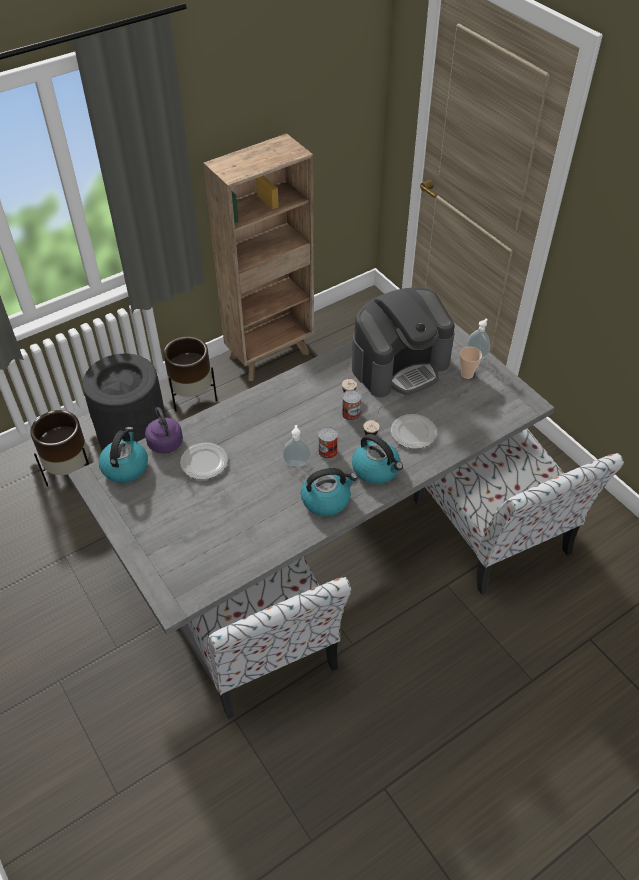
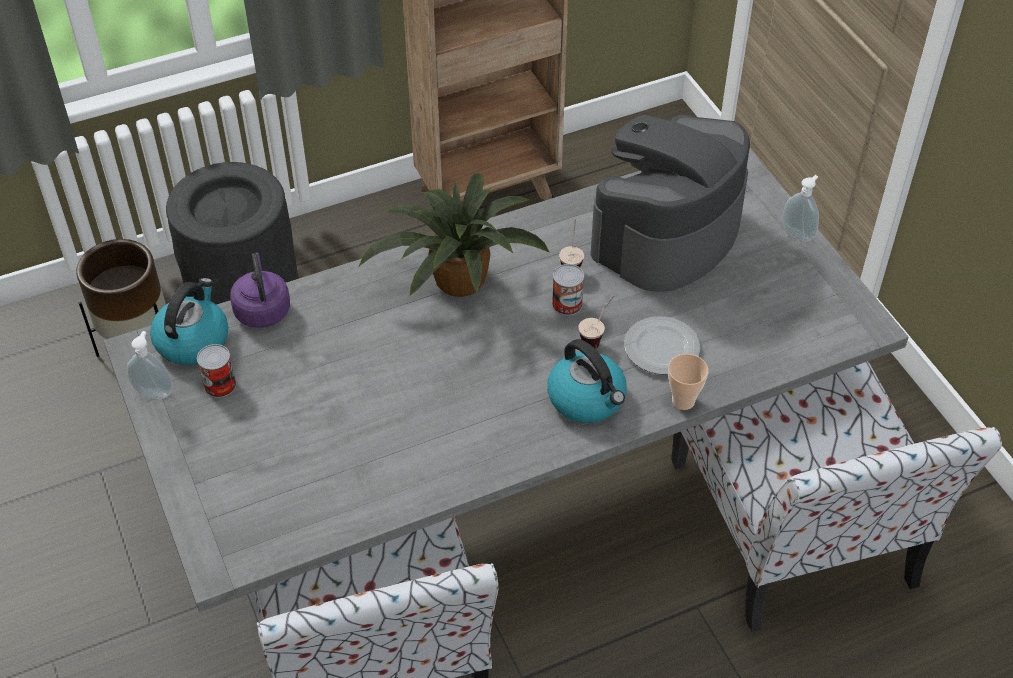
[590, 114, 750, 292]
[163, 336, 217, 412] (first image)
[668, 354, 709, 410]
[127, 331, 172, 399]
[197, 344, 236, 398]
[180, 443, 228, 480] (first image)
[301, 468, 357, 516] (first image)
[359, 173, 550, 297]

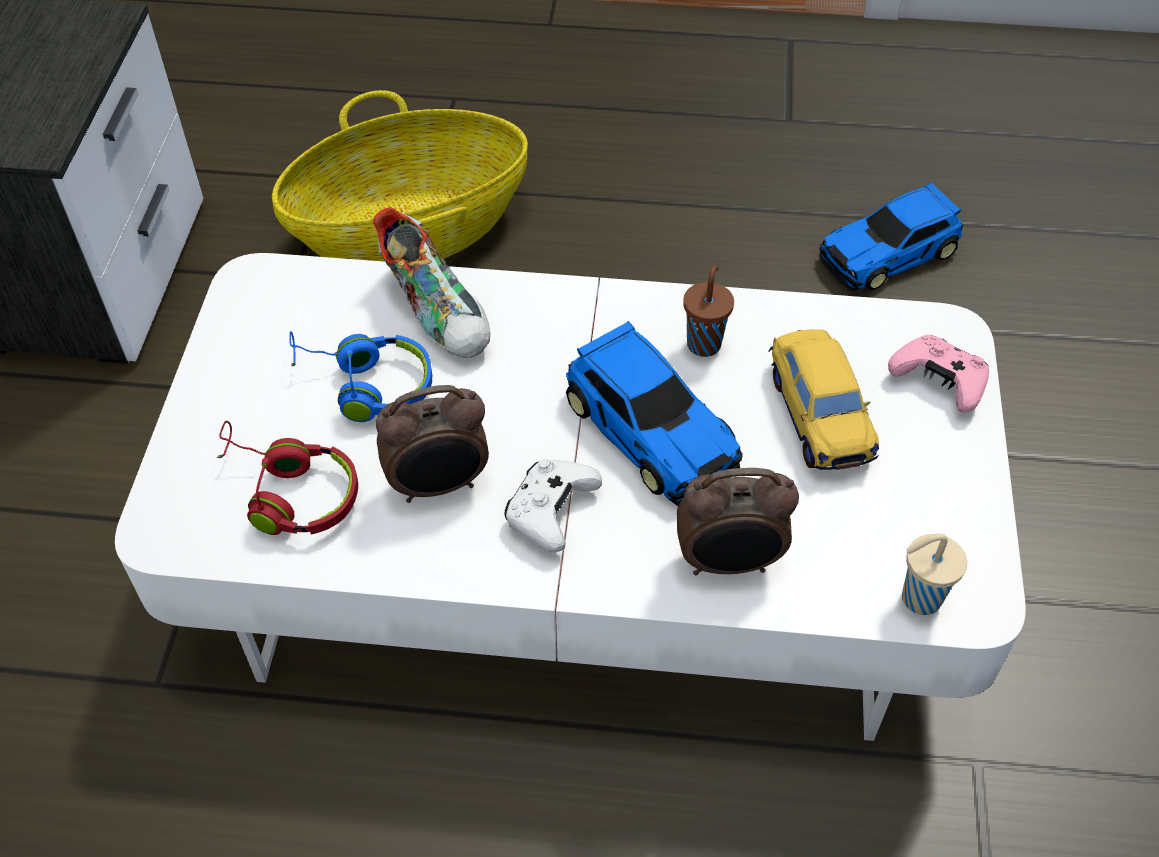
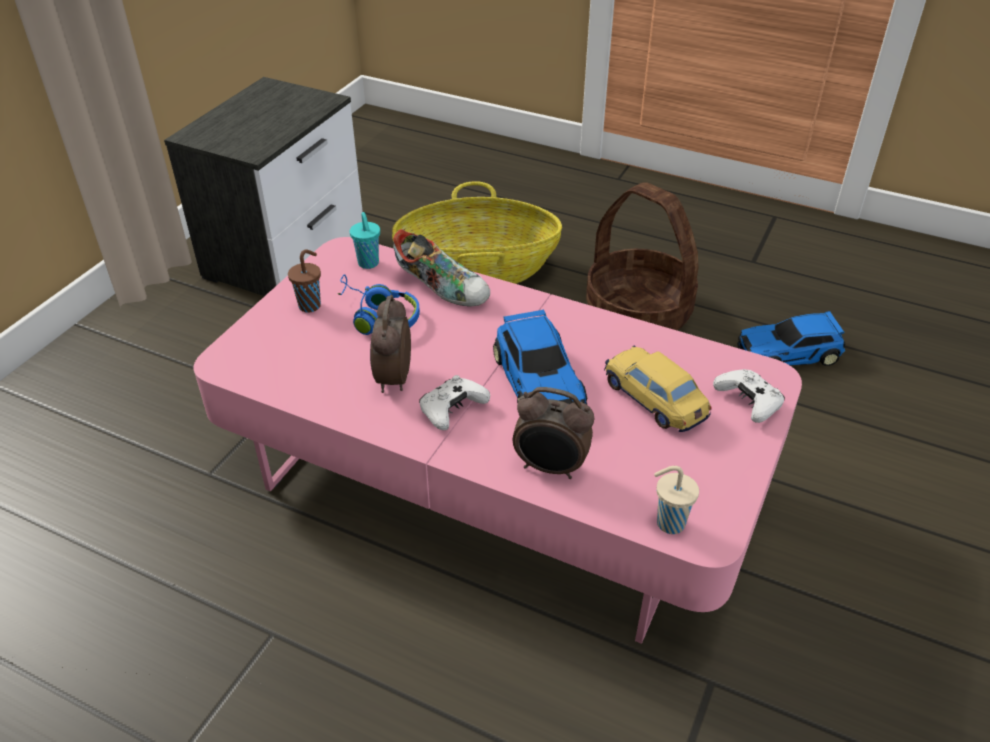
[393, 229, 490, 306]
[194, 237, 802, 644]
[288, 249, 321, 313]
[604, 346, 712, 432]
[713, 369, 785, 423]
[370, 295, 411, 393]
[216, 421, 358, 535] (first image)
[586, 182, 699, 330]
[350, 212, 380, 269]

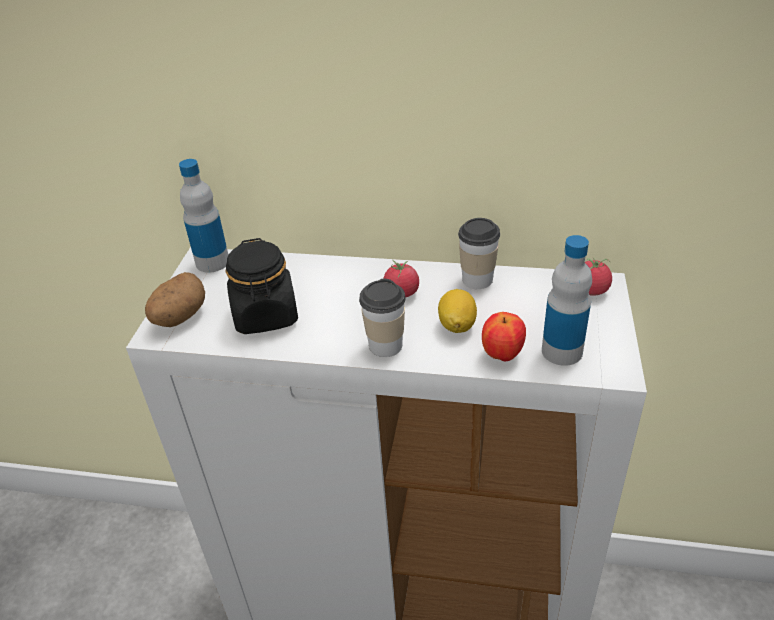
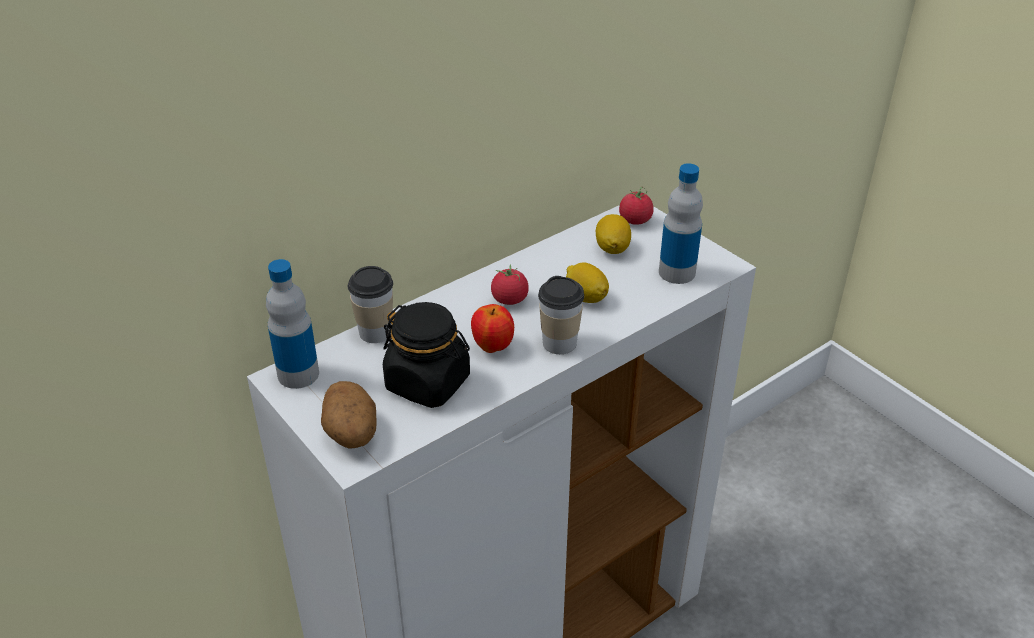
[348, 266, 393, 343]
[471, 304, 514, 353]
[596, 214, 631, 254]

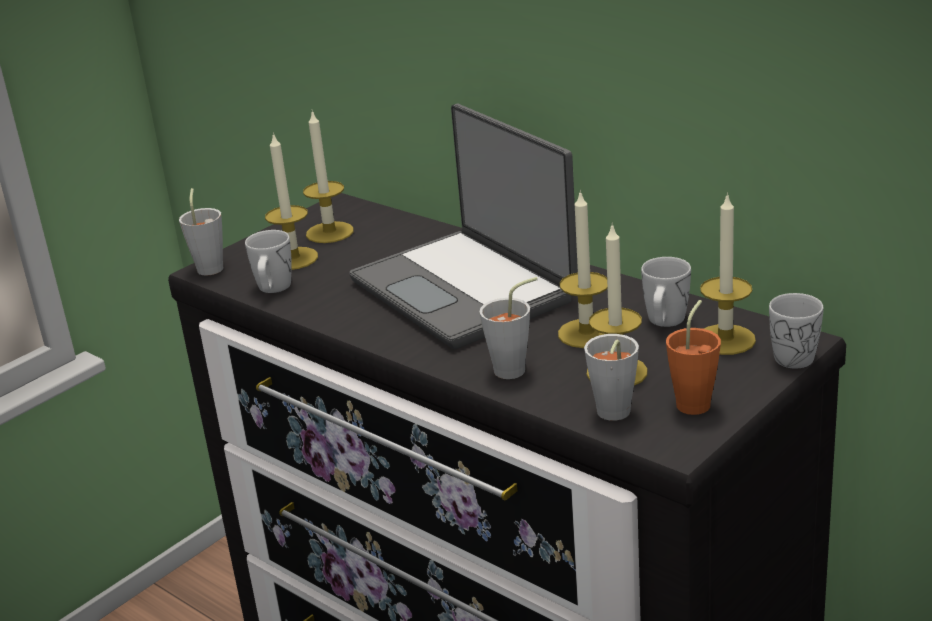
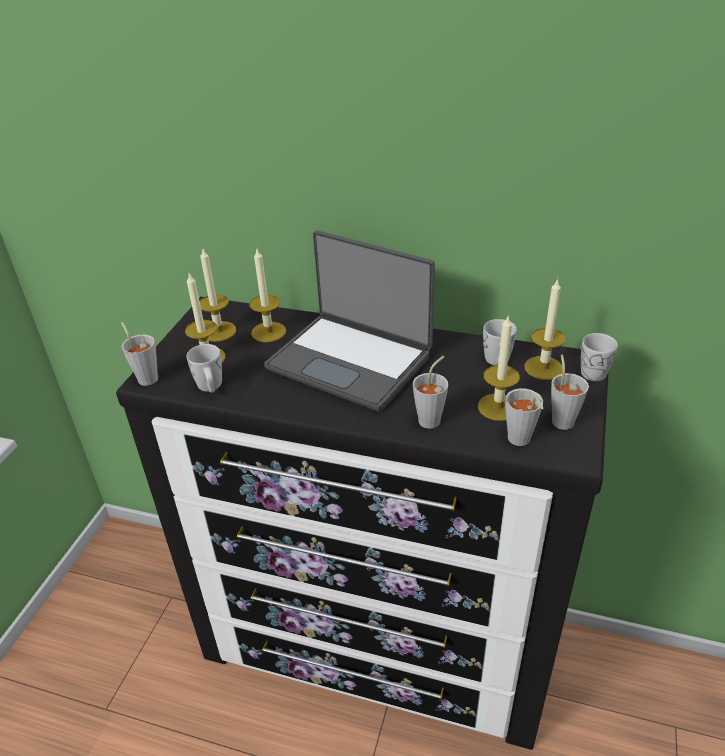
[249, 249, 286, 342]
[551, 355, 589, 430]

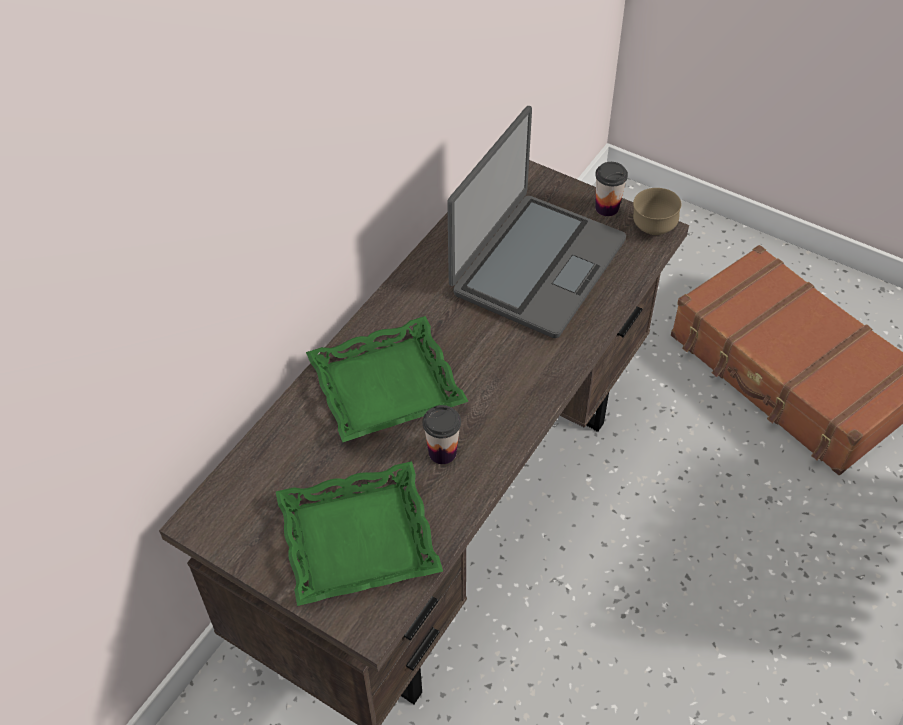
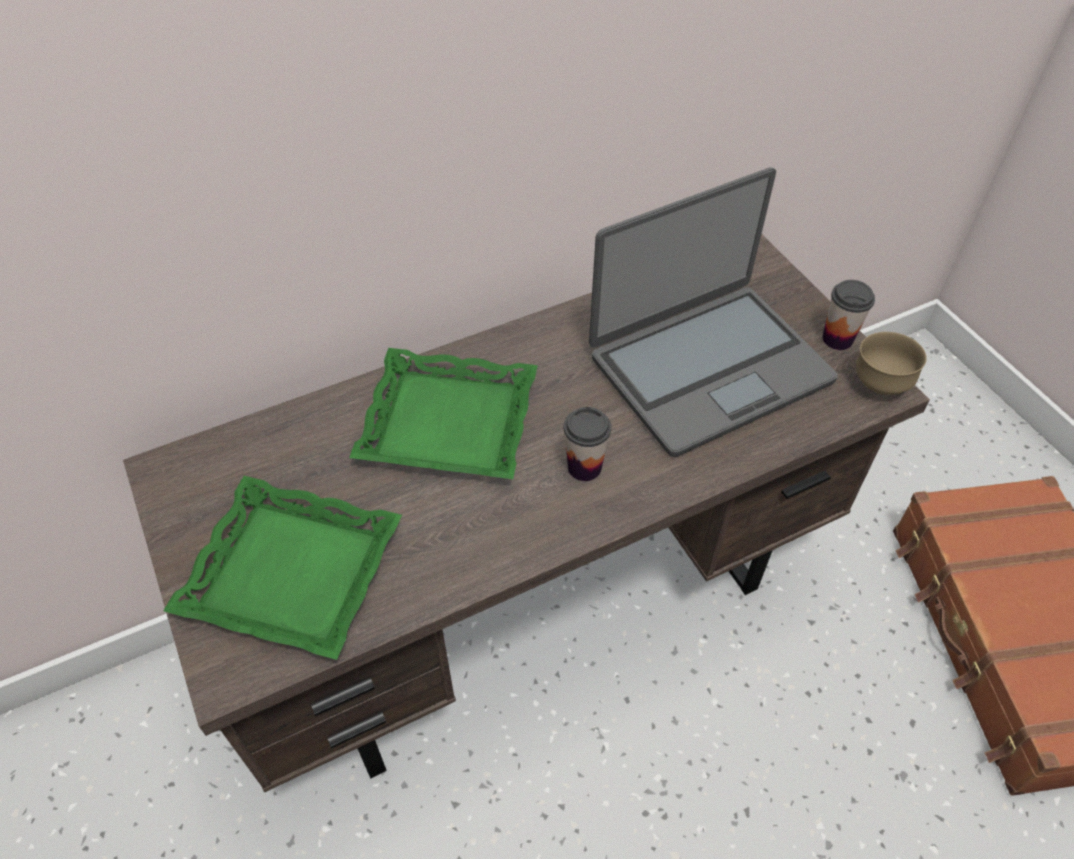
[564, 407, 611, 481]

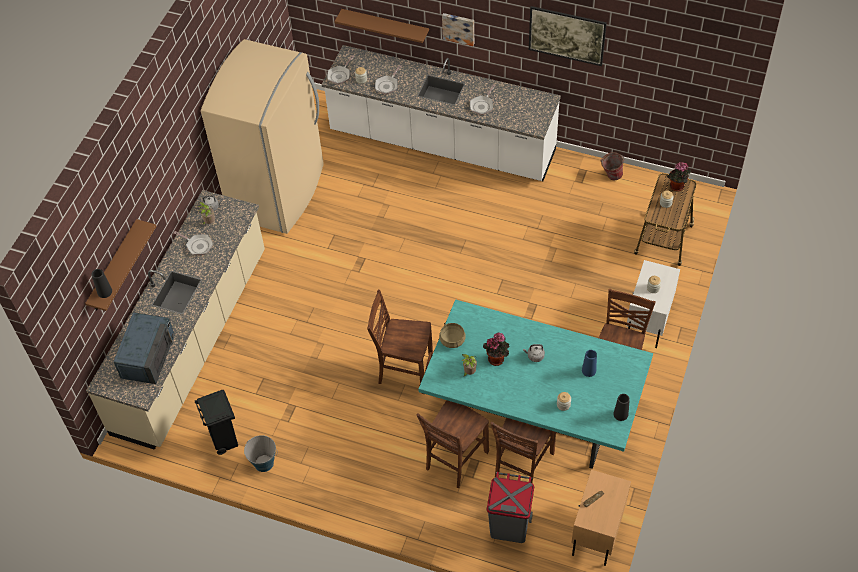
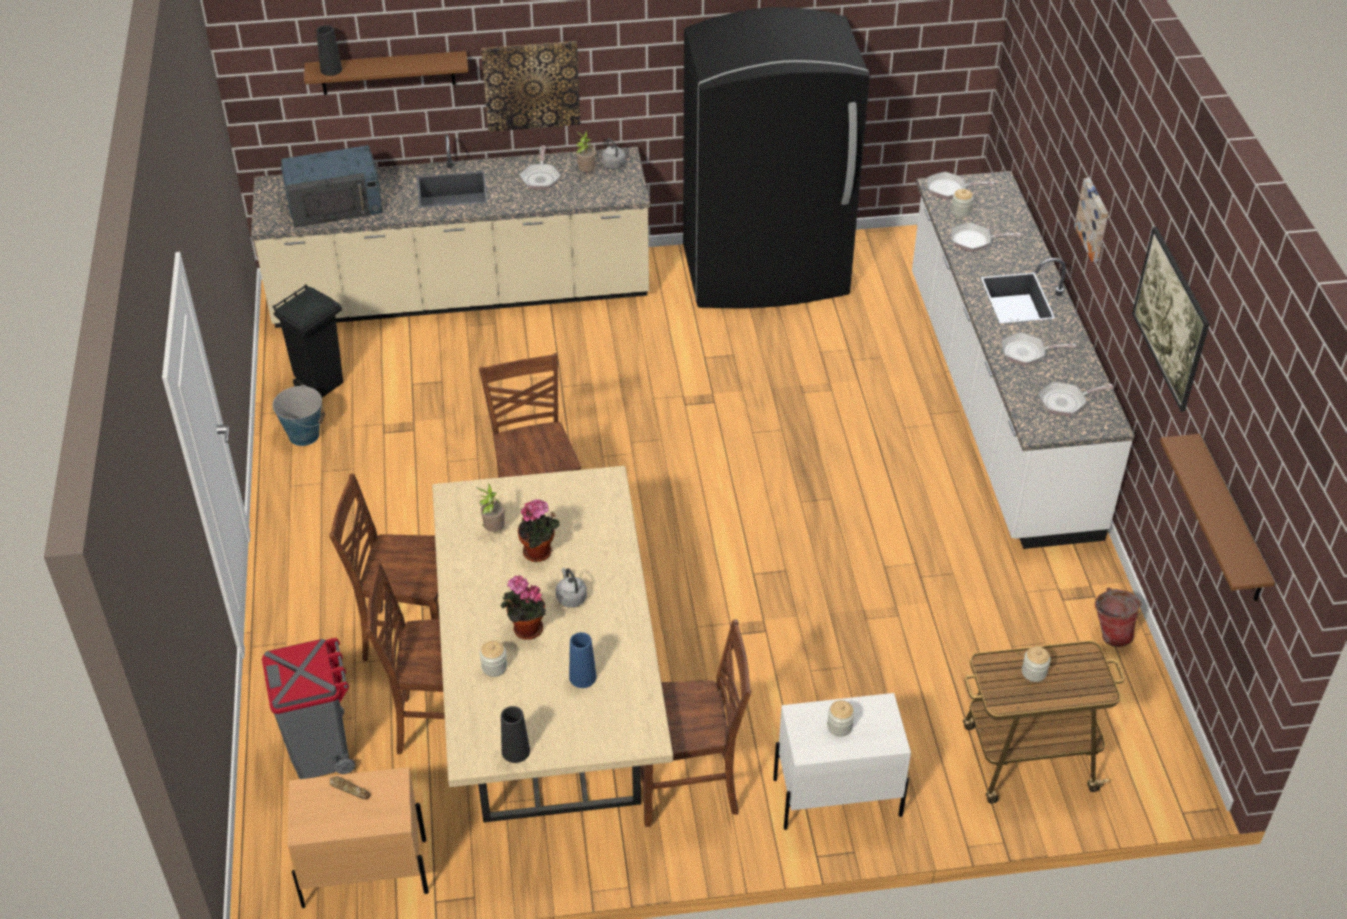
[1160, 434, 1275, 601]
[683, 7, 870, 308]
[500, 575, 545, 640]
[432, 466, 673, 822]
[439, 323, 466, 348] (first image)
[481, 41, 580, 132]
[1039, 382, 1114, 416]

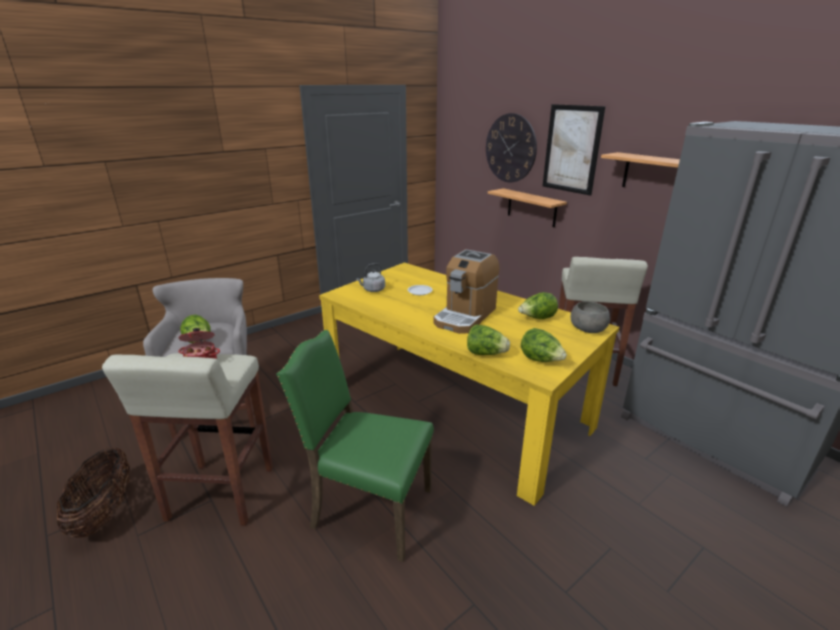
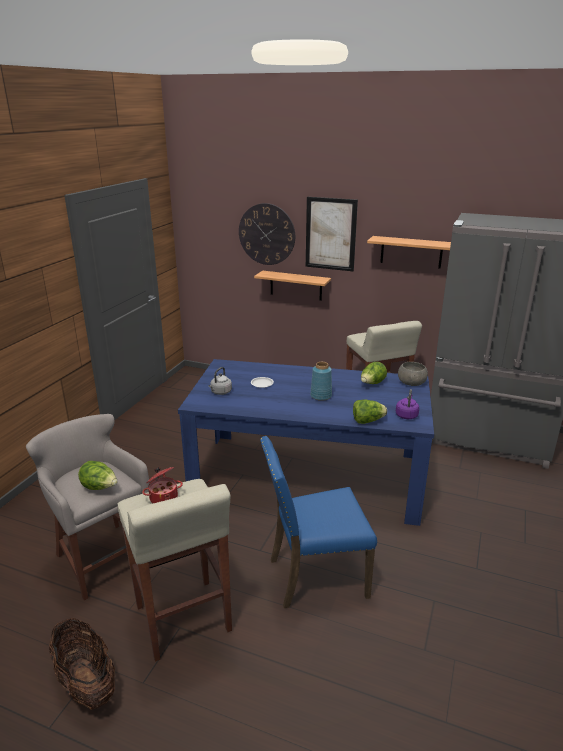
[310, 362, 332, 401]
[178, 359, 434, 526]
[396, 389, 419, 419]
[260, 436, 377, 608]

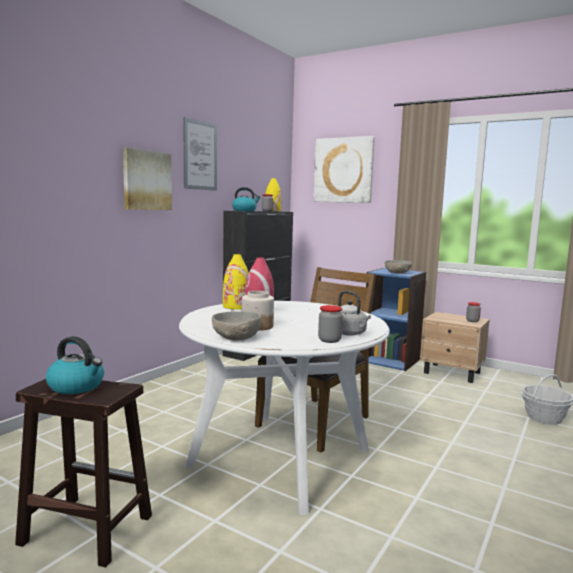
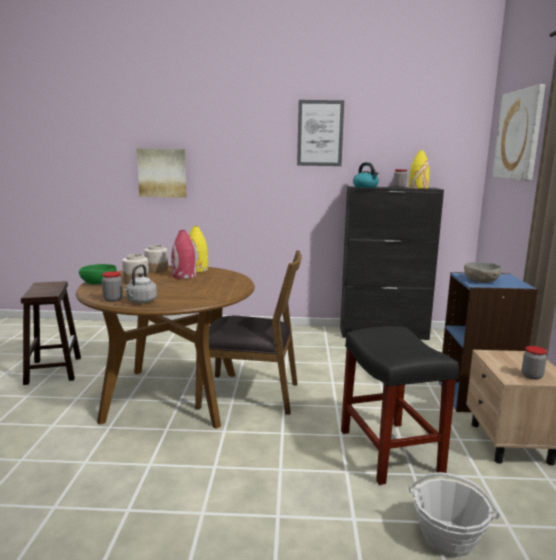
[137, 148, 186, 198]
[76, 266, 255, 428]
[79, 264, 117, 285]
[46, 336, 104, 394] (first image)
[144, 245, 168, 273]
[341, 326, 459, 485]

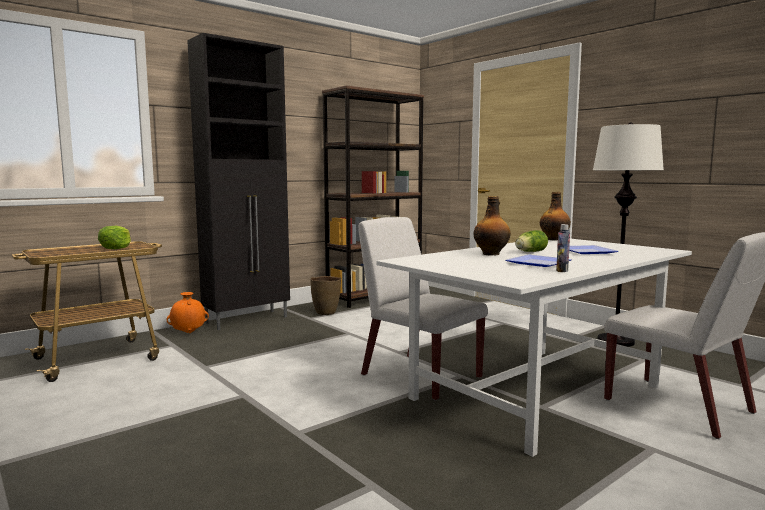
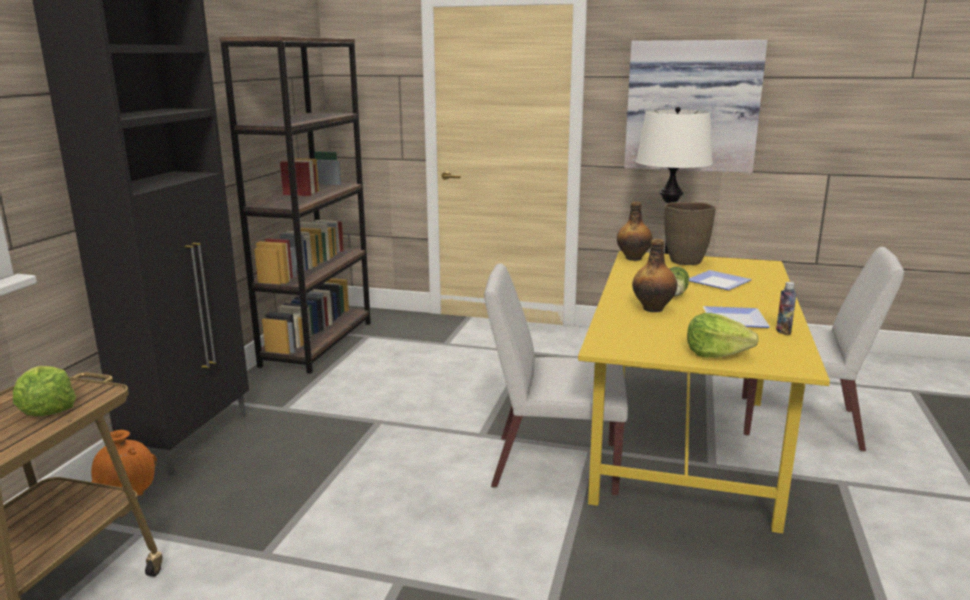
[578, 251, 830, 533]
[664, 202, 716, 265]
[624, 40, 768, 173]
[687, 313, 759, 358]

